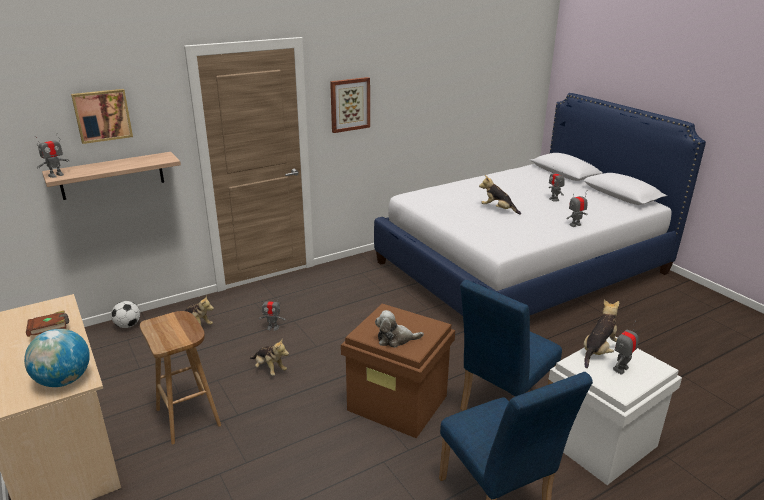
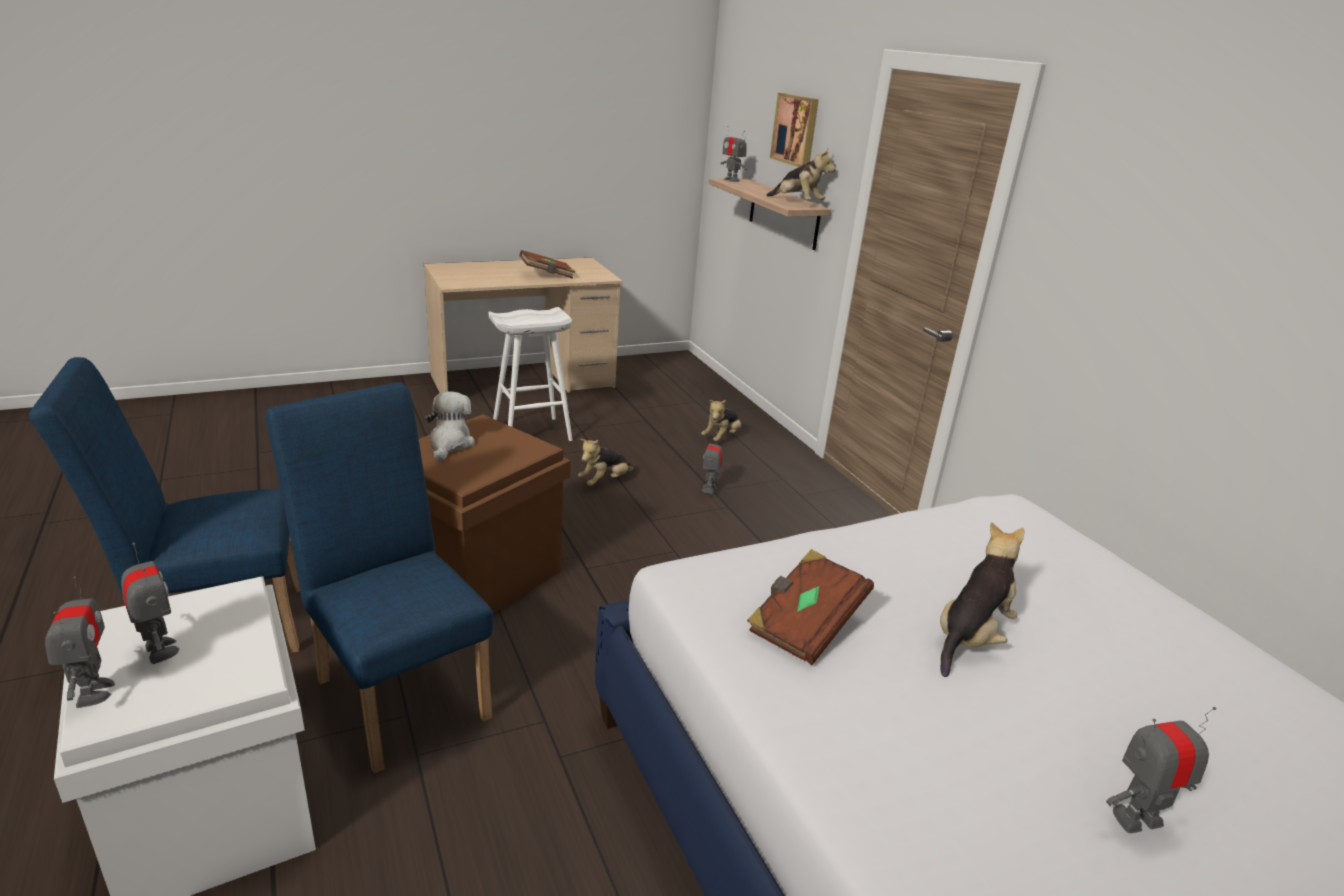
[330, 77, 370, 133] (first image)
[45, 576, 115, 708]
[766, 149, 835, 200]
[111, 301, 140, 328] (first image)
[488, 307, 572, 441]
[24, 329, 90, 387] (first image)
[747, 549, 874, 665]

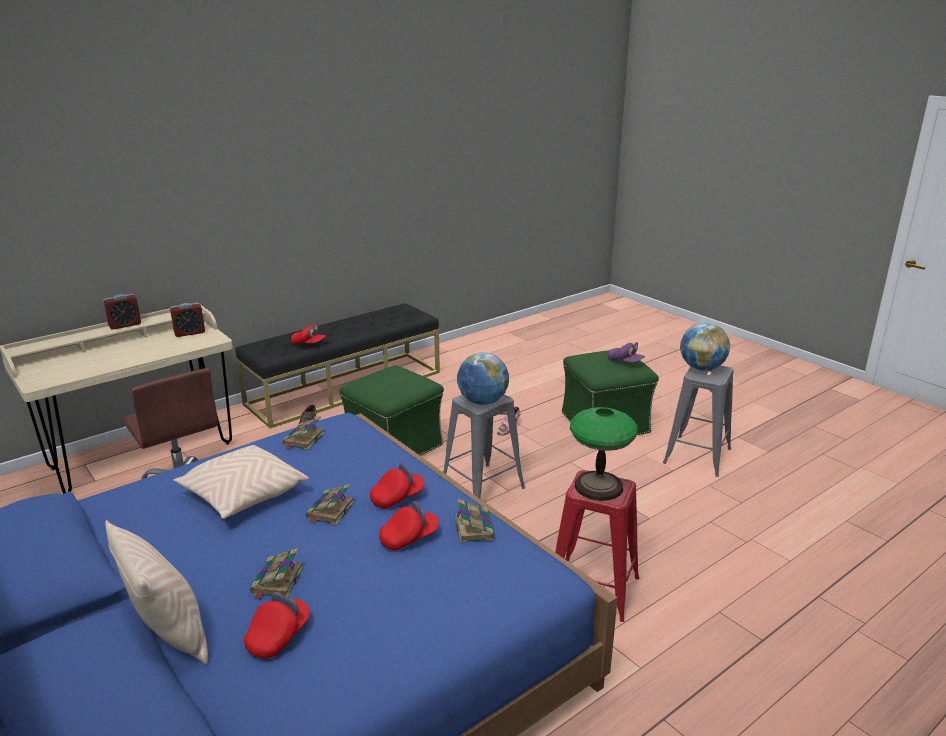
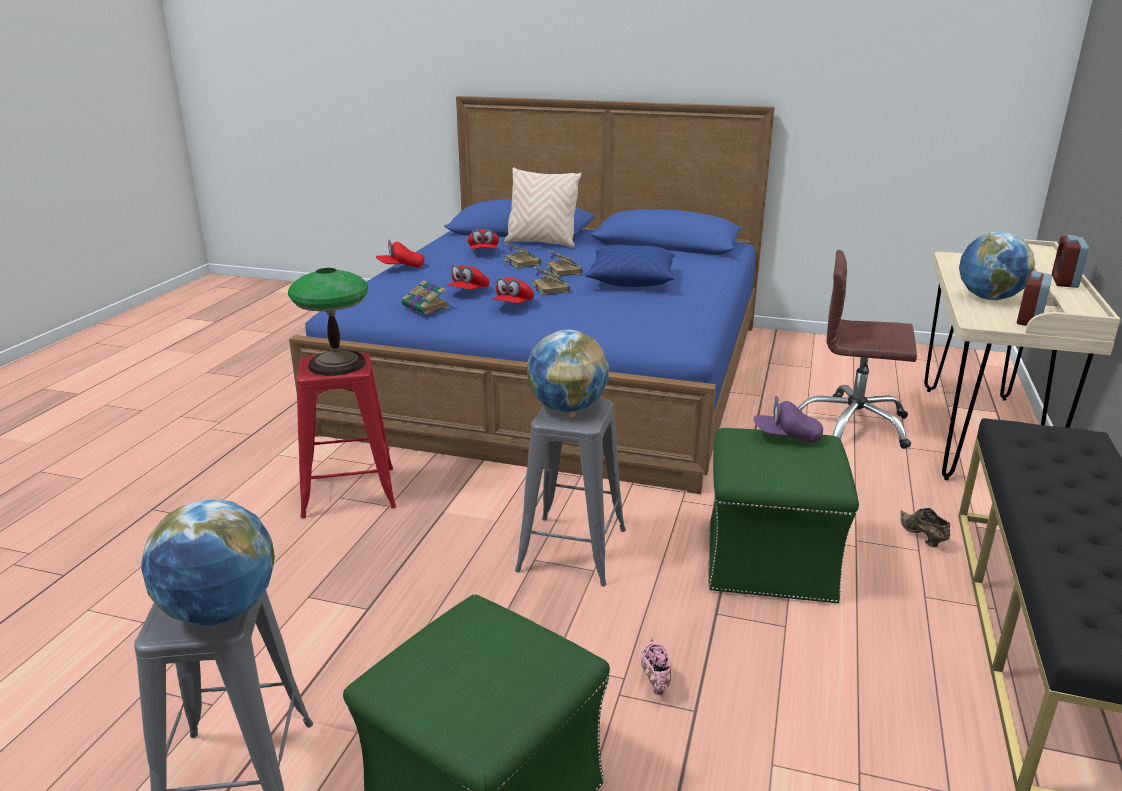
[376, 239, 424, 268]
[753, 396, 823, 443]
[546, 250, 583, 277]
[585, 245, 675, 287]
[959, 231, 1035, 300]

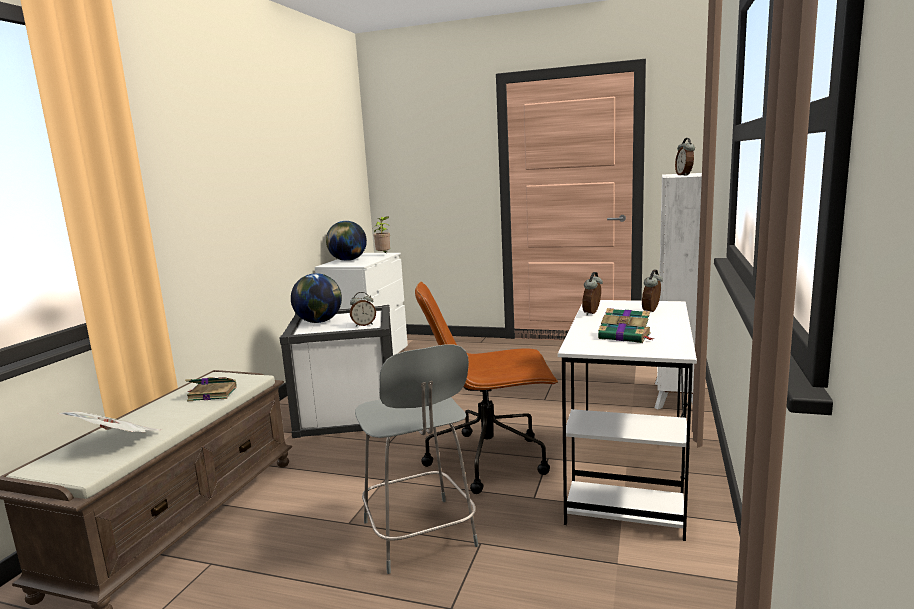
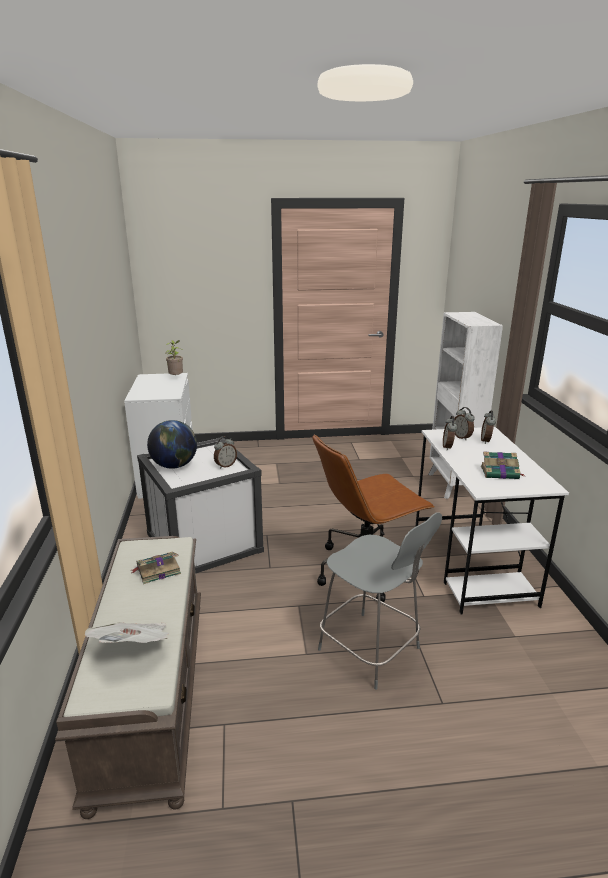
[454, 407, 475, 440]
[326, 221, 367, 261] (first image)

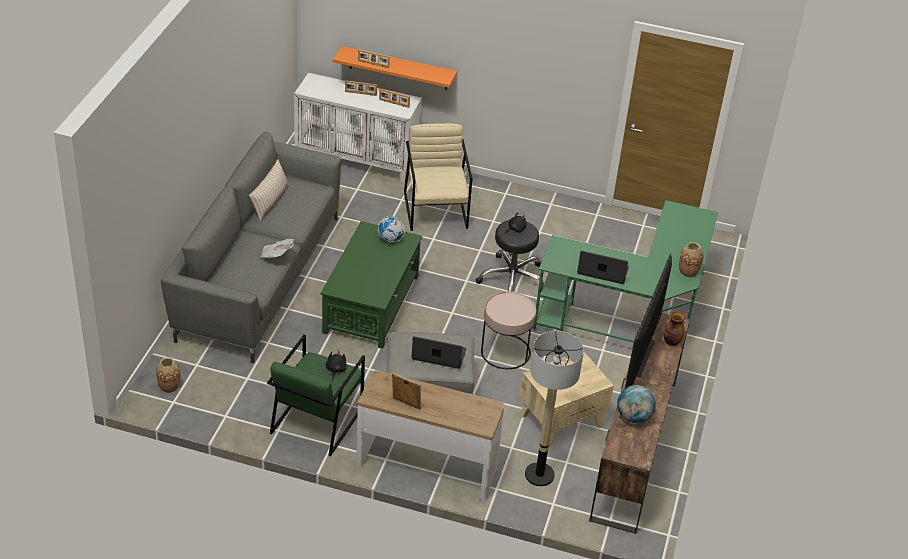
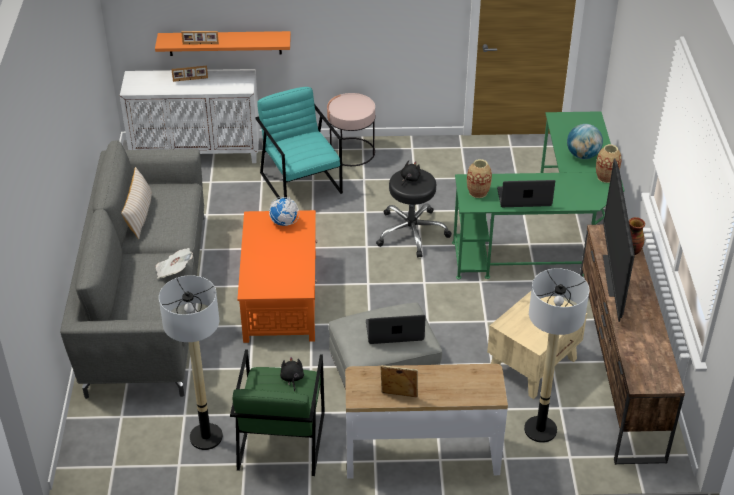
[379, 88, 410, 108] (first image)
[255, 87, 343, 199]
[237, 210, 317, 343]
[327, 93, 375, 166]
[467, 159, 492, 198]
[567, 124, 603, 159]
[159, 275, 223, 450]

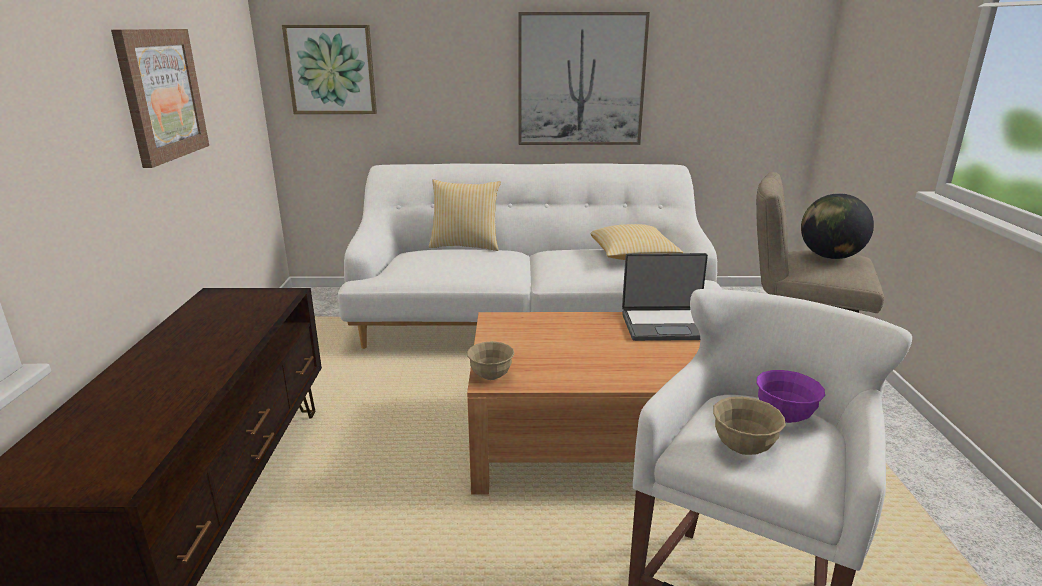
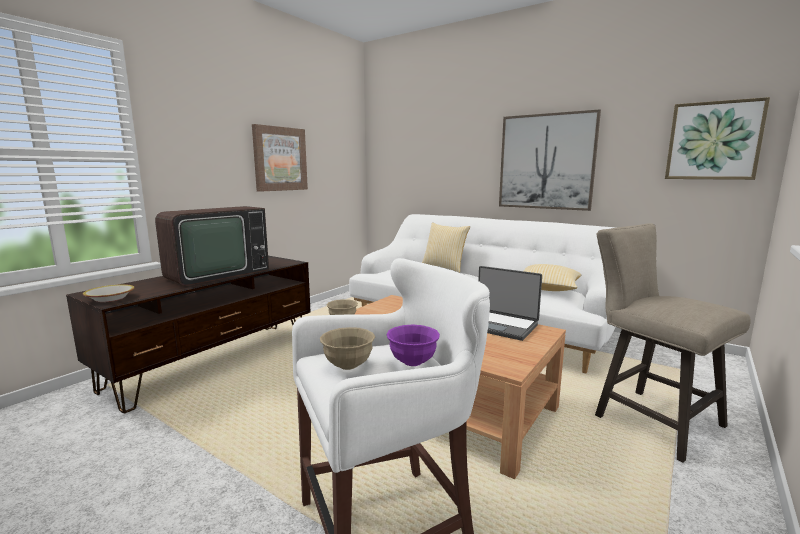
[665, 97, 770, 180]
[801, 193, 874, 259] (first image)
[155, 206, 269, 286]
[83, 284, 134, 302]

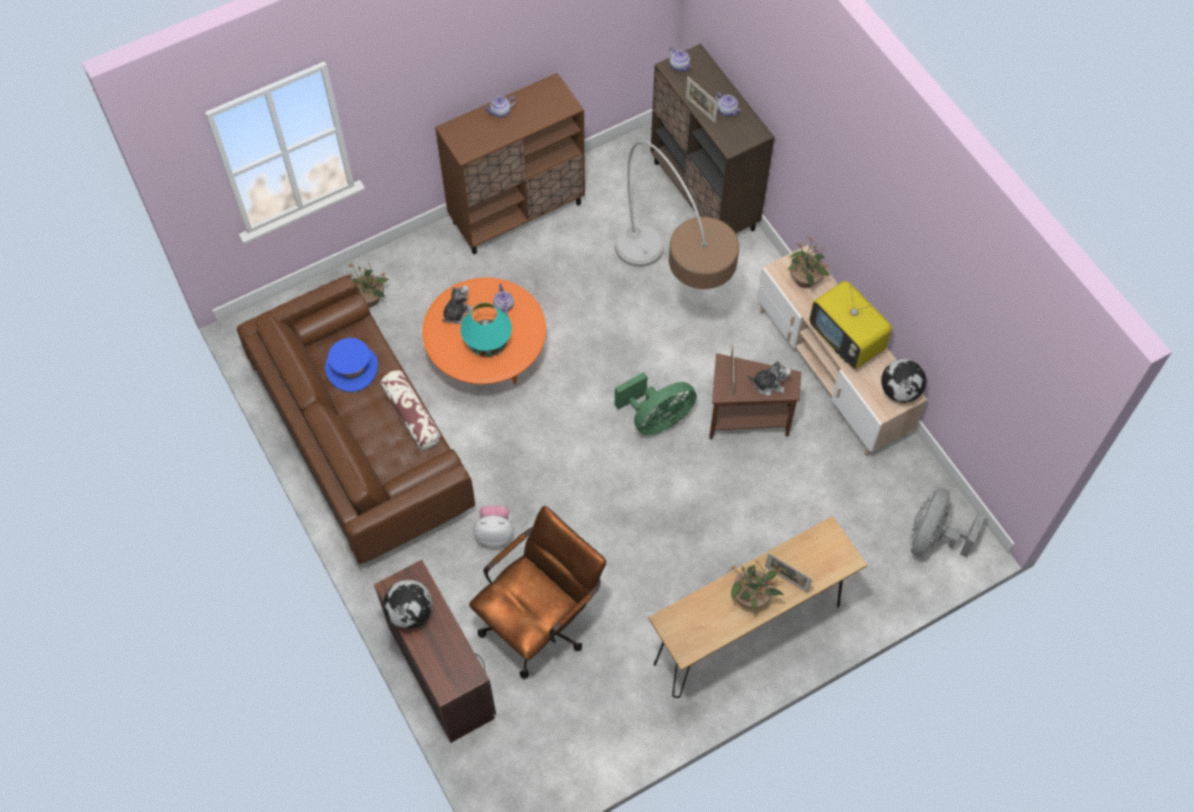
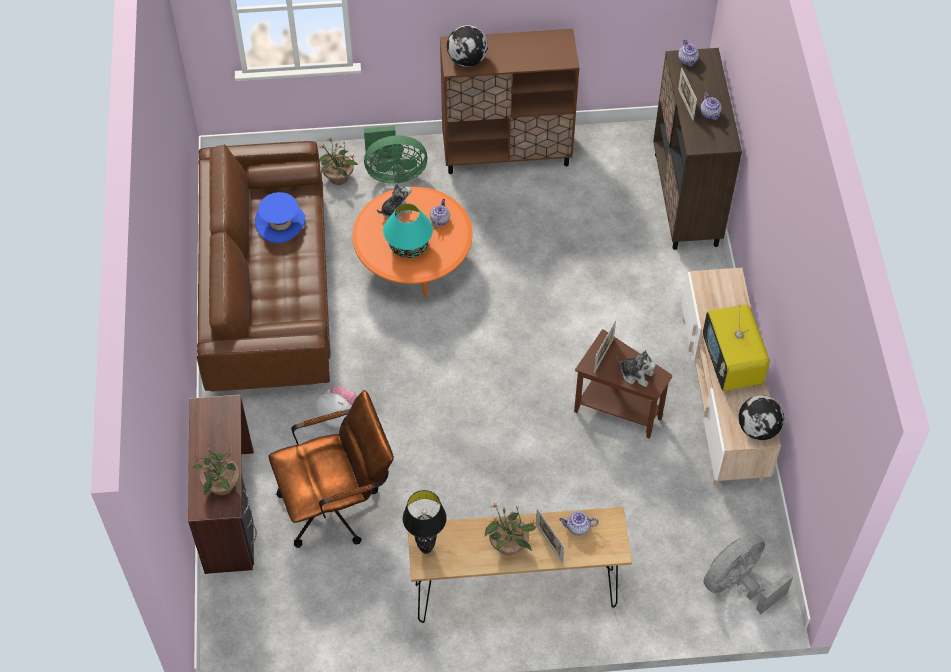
[559, 511, 598, 535]
[615, 141, 739, 289] (first image)
[193, 443, 240, 496]
[380, 370, 442, 449] (first image)
[364, 126, 427, 184]
[447, 25, 488, 67]
[403, 490, 447, 554]

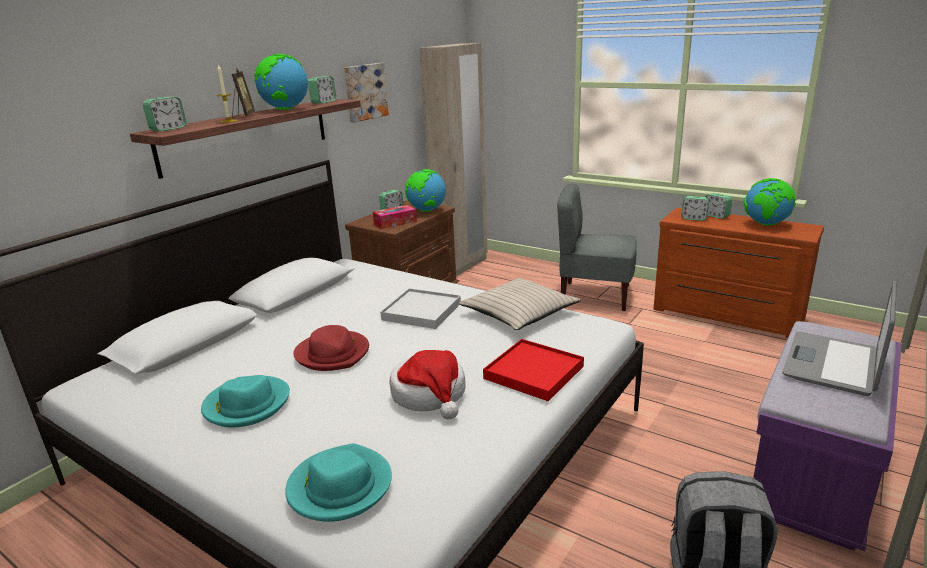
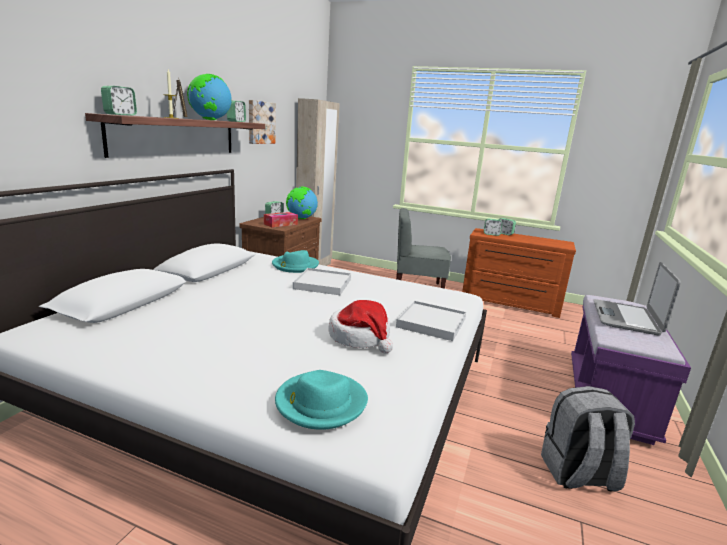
[744, 178, 796, 226] (first image)
[459, 278, 581, 330] (first image)
[293, 325, 369, 371] (first image)
[396, 301, 466, 341]
[272, 250, 319, 273]

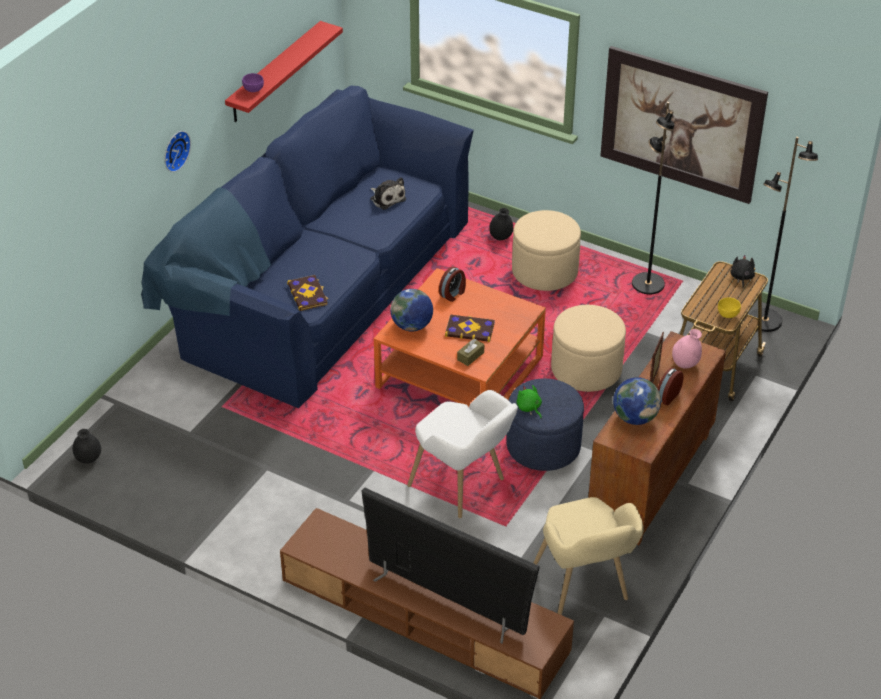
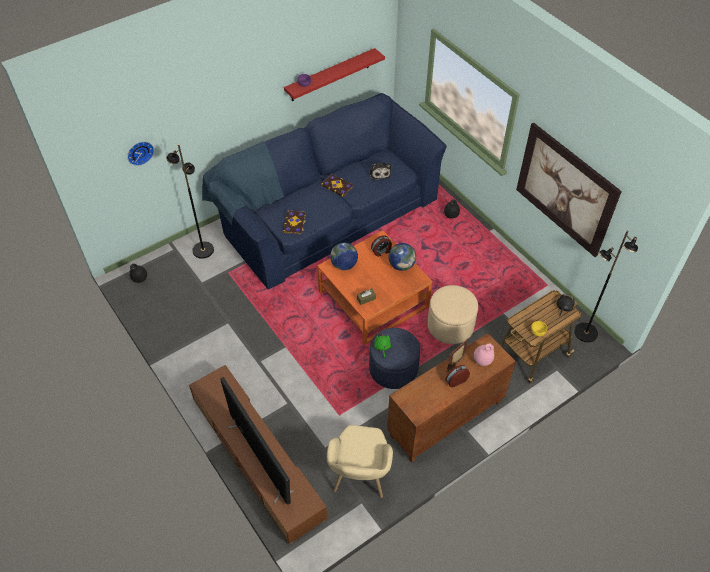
[166, 144, 214, 259]
[127, 141, 154, 166]
[512, 210, 581, 291] (first image)
[321, 174, 353, 197]
[389, 243, 416, 271]
[407, 390, 518, 518] (first image)

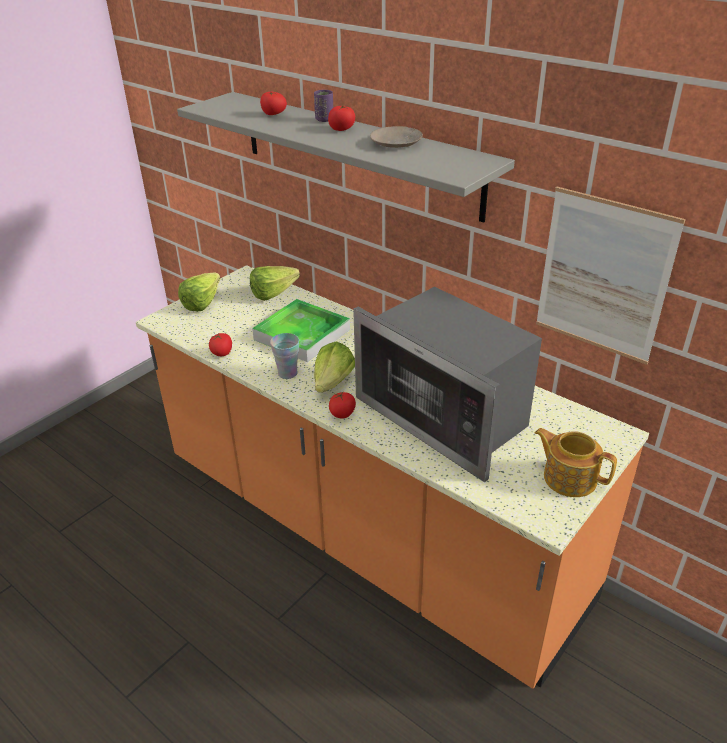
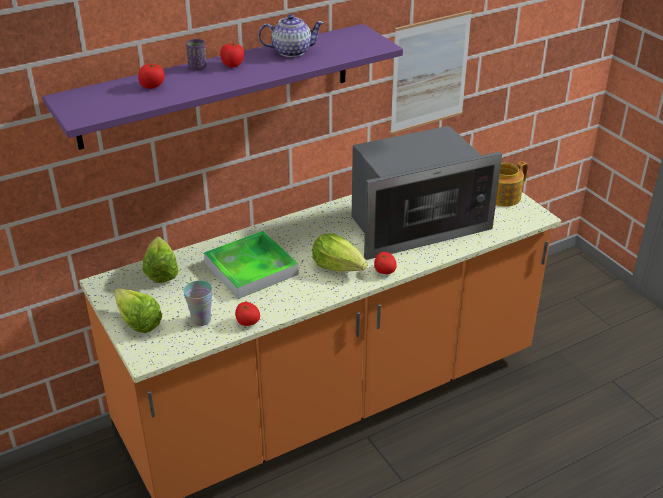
[42, 24, 403, 150]
[258, 14, 324, 57]
[183, 281, 212, 326]

